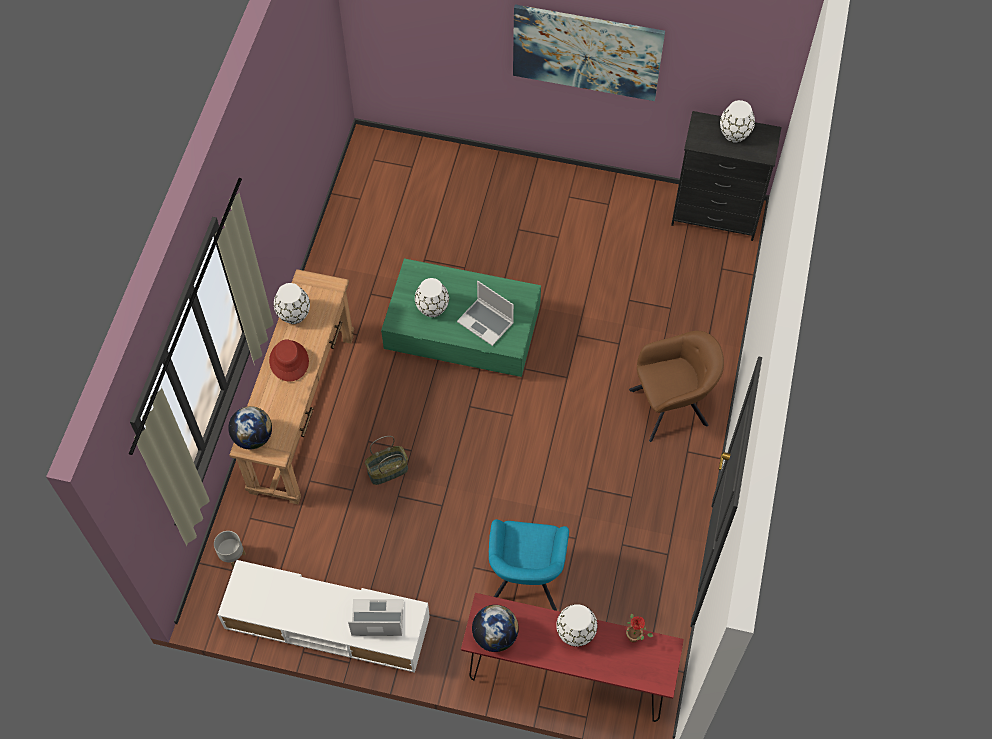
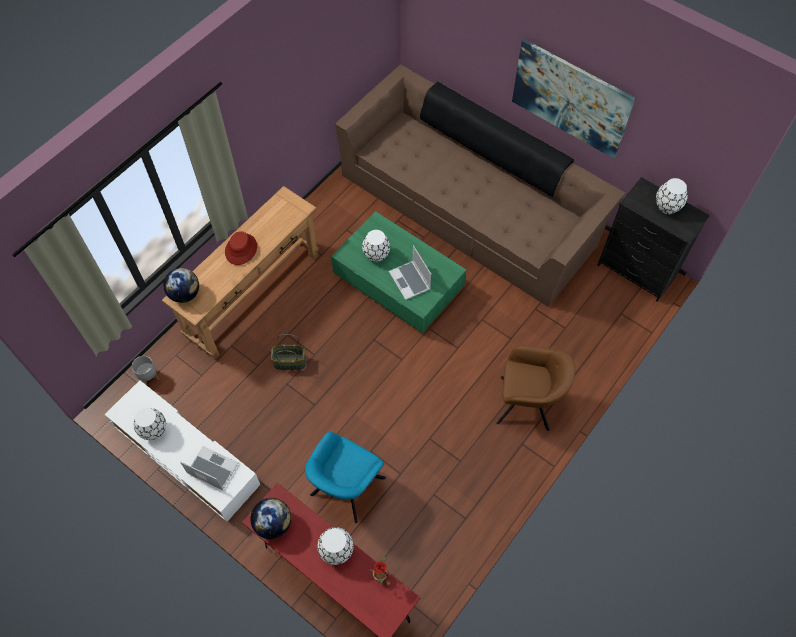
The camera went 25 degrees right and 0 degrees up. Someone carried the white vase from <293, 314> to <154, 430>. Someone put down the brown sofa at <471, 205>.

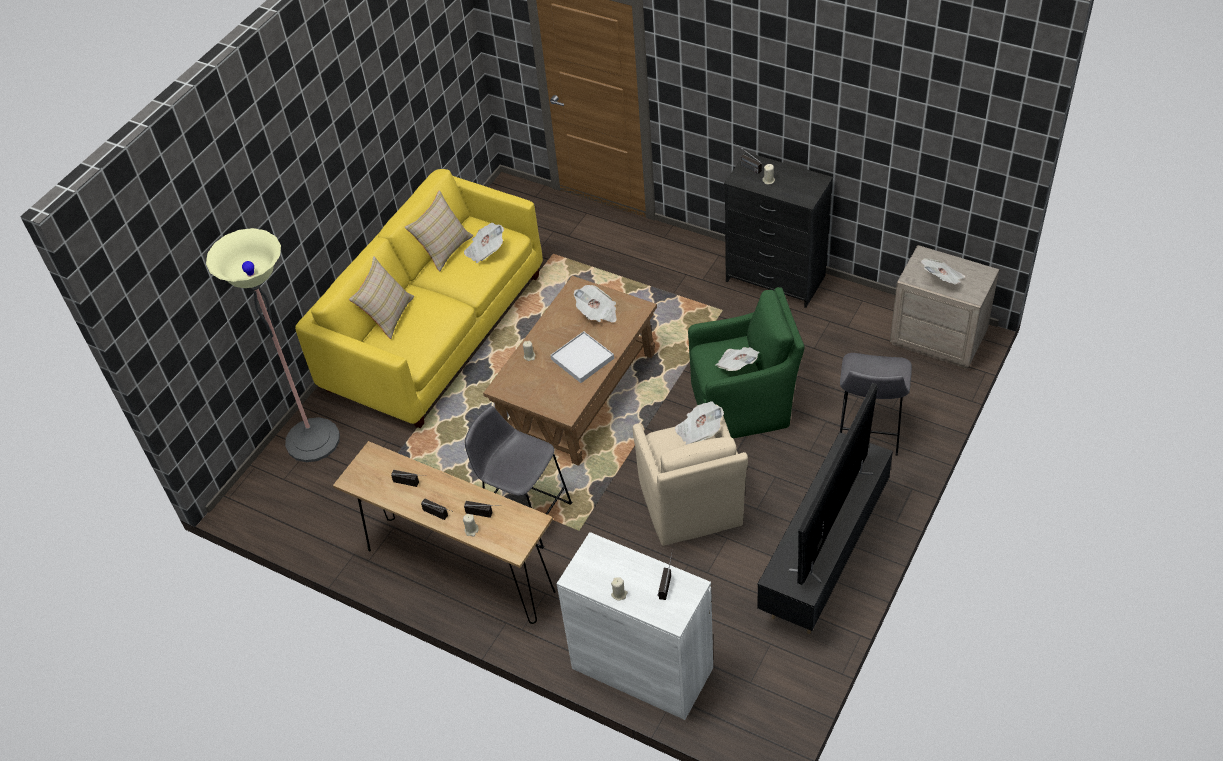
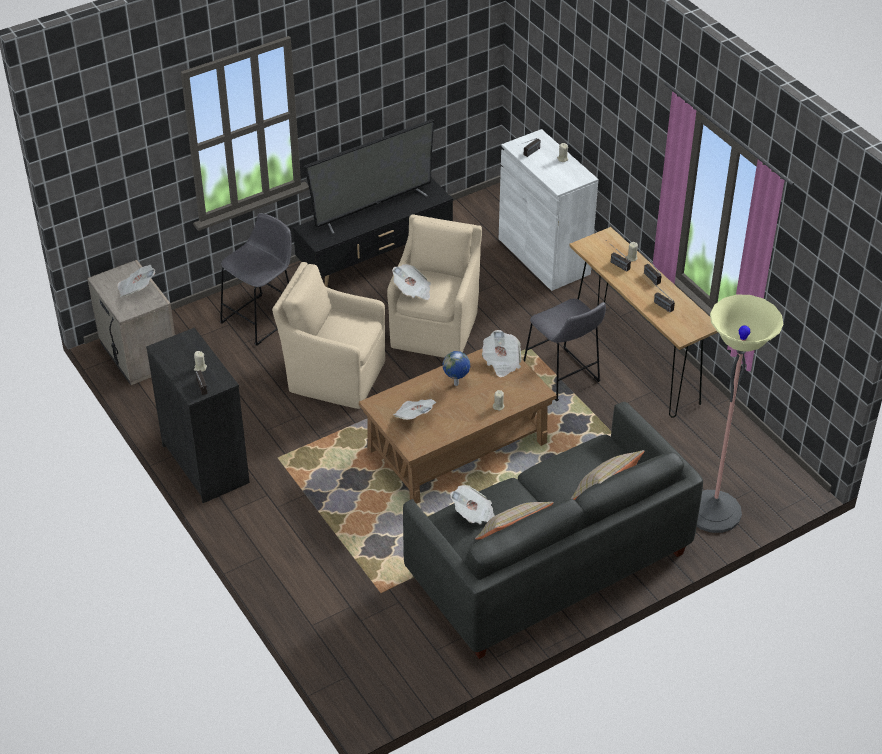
The camera went 155 degrees left and 5 degrees down. Someone repainted the green armchair at <744, 405>, which became the beige armchair at <334, 375>. Someone repainted the yellow sofa at <435, 332>, which became the grey sofa at <548, 564>. Someone swapped the white tray at <582, 359> for the globe at <456, 384>. Someone carried the newspaper from <737, 365> to <501, 362>.

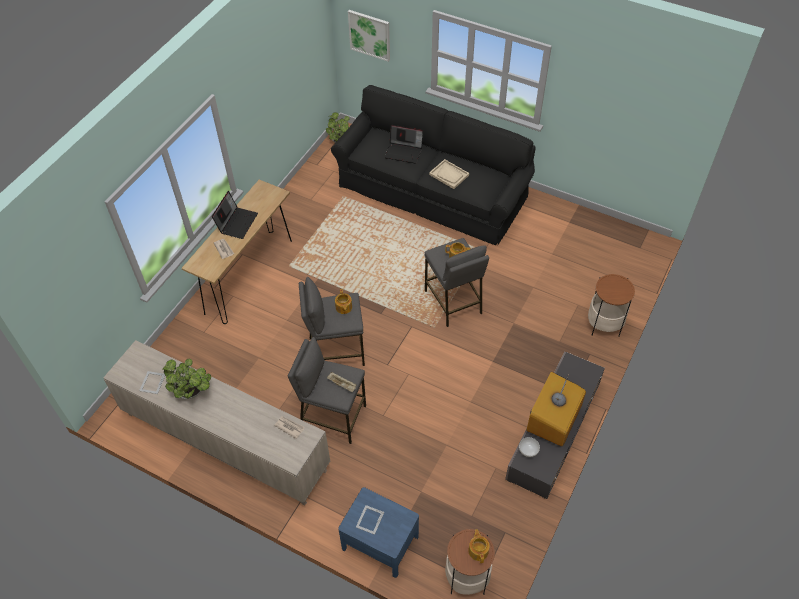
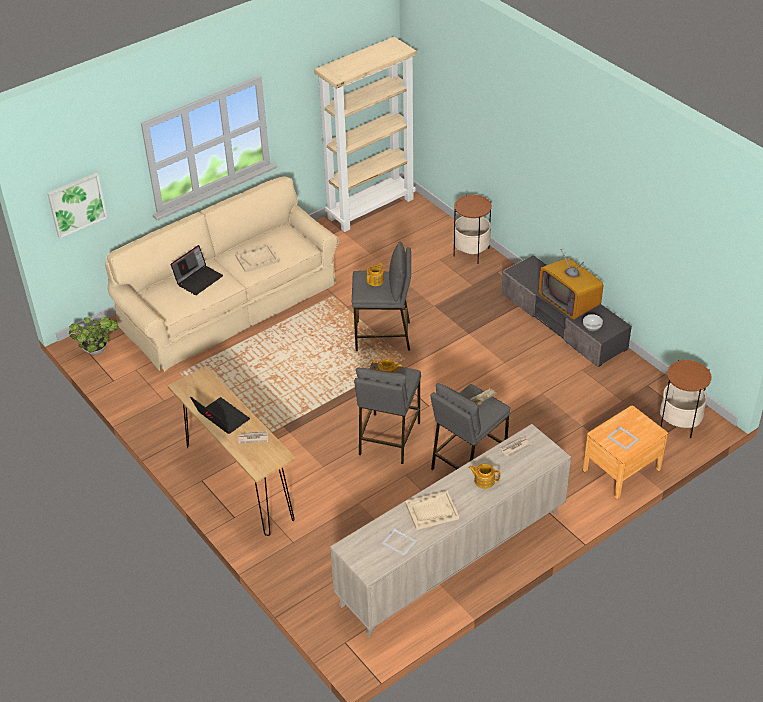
The camera went 65 degrees left and 10 degrees down. Someone repainted the black sofa at <432, 191>, which became the beige sofa at <229, 305>. Someone put down the beige bookcase at <371, 208>. Someone swapped the potted plant at <193, 392> for the beige tray at <431, 511>. Someone carried the teapot from <478, 550> to <484, 480>. Someone repainted the blue nightstand at <380, 542>, which became the brown nightstand at <621, 469>.

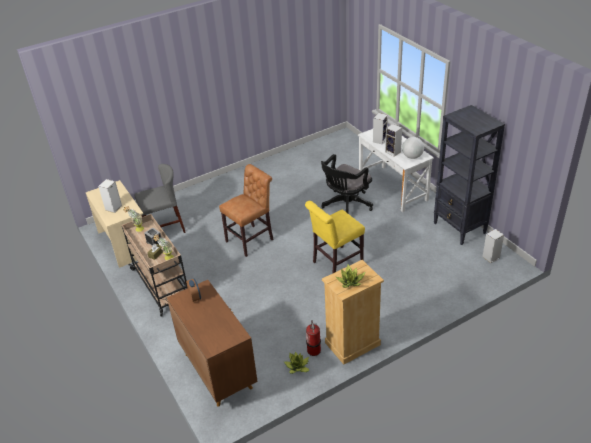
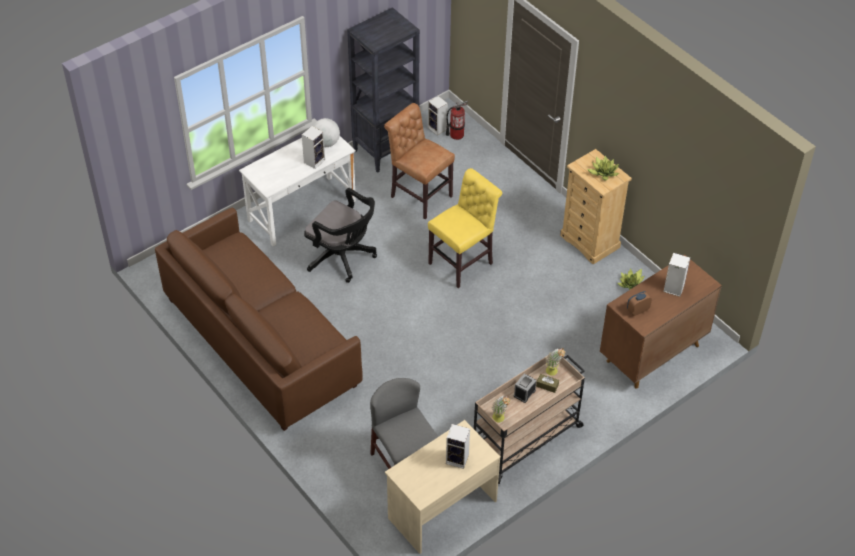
The camera went 100 degrees left and 10 degrees up. Someone put down the brown sofa at <261, 342>. Someone carried the brown chair from <251, 239> to <419, 195>. Someone rotated the yellow chair at <335, 264> by 90 degrees counterclockwise. Someone carried the fire extinguisher from <314, 350> to <456, 135>. Someone carried the speaker from <379, 140> to <672, 288>.

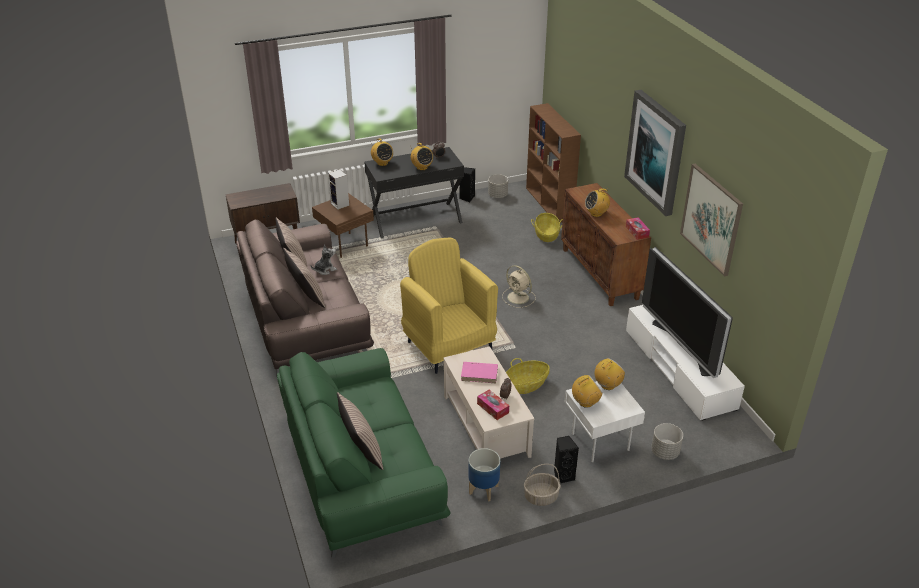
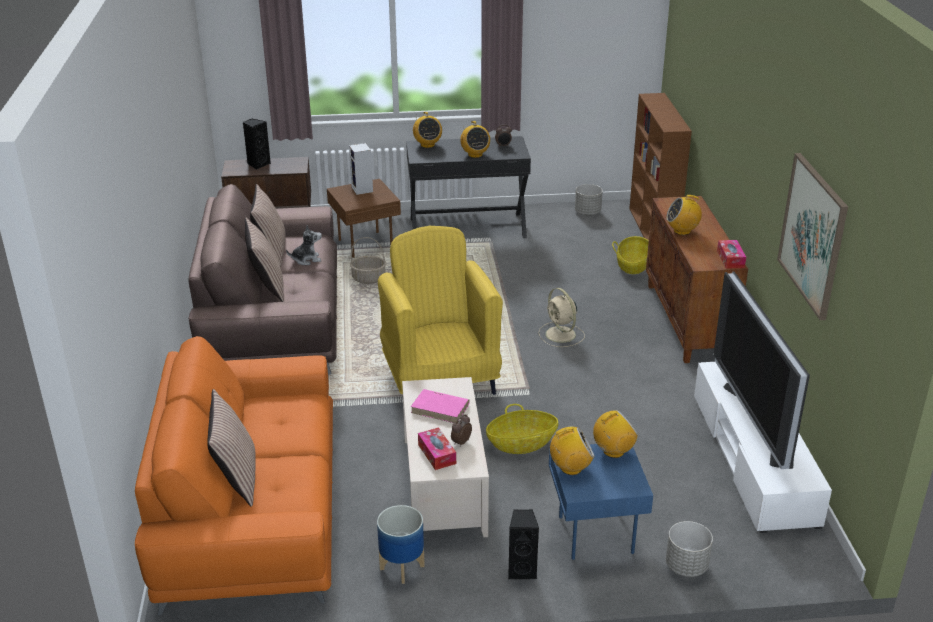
The camera went 15 degrees right and 5 degrees down. Someone repainted the green sofa at <361, 469>, which became the orange sofa at <252, 510>. Someone carried the black speaker from <467, 198> to <258, 164>. Someone carried the basket from <540, 497> to <368, 278>. Someone repainted the white side table at <598, 441>, which became the blue side table at <593, 533>. Someone took away the picture at <656, 152>.

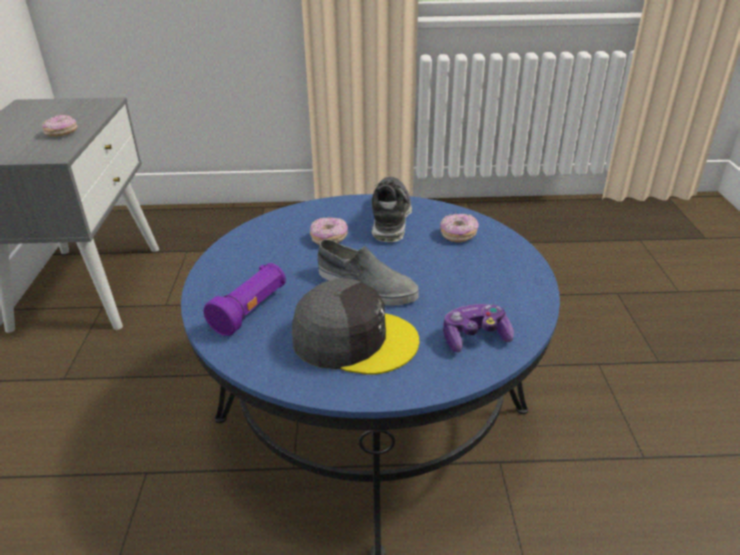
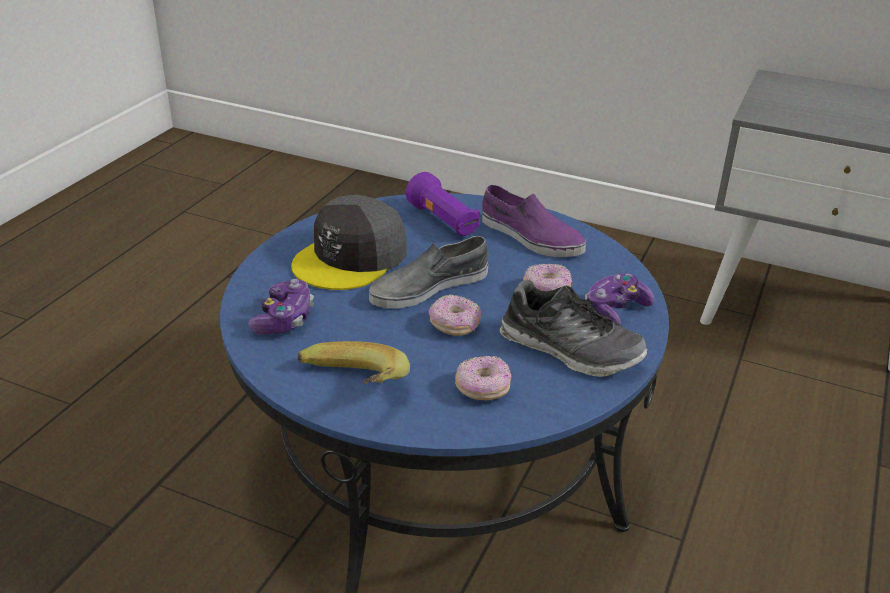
The camera went 115 degrees right and 0 degrees up. Someone put down the banana at <351, 392>. Someone carried the donut from <62, 133> to <454, 325>. Someone put down the purple shoe at <530, 237>. Someone put down the game controller at <615, 311>.

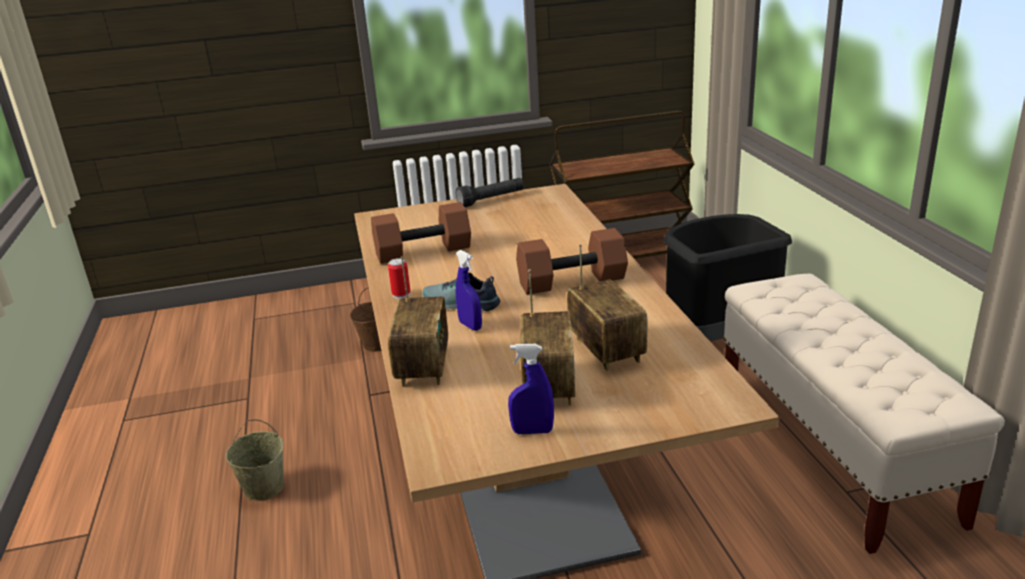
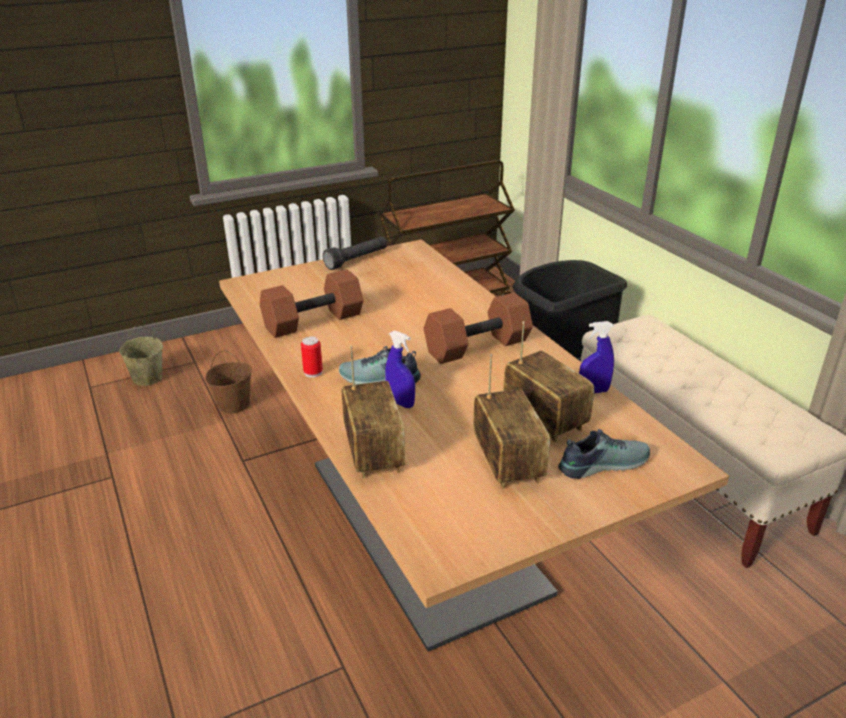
The camera went 15 degrees left and 5 degrees up. Someone carried the beige bucket from <263, 487> to <147, 377>. Someone put down the shoe at <601, 463>. Someone carried the blue spray bottle from <532, 431> to <593, 391>.

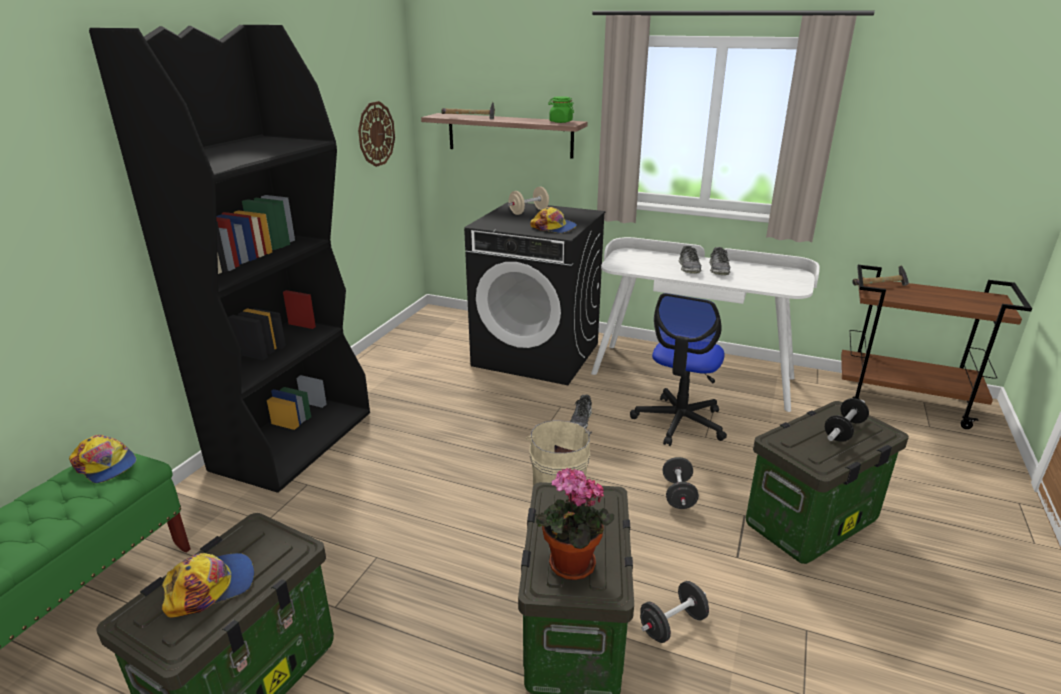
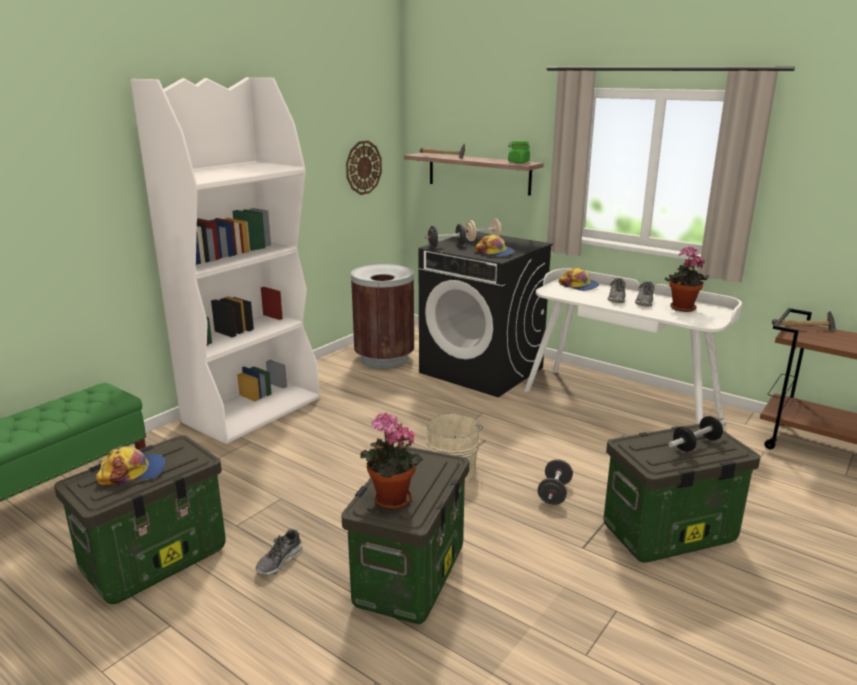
The camera went 15 degrees right and 5 degrees down. Someone repainted the black bookcase at <294, 440>, which became the white bookcase at <253, 409>. Someone carried the shoe from <581, 420> to <279, 561>. Someone put down the brown trash can at <384, 358>. Someone carried the black dumbbell from <672, 625> to <446, 246>. Someone carried the cap from <105, 465> to <579, 286>. Someone put down the potted plant at <682, 309>. Someone took away the office chair at <679, 422>.

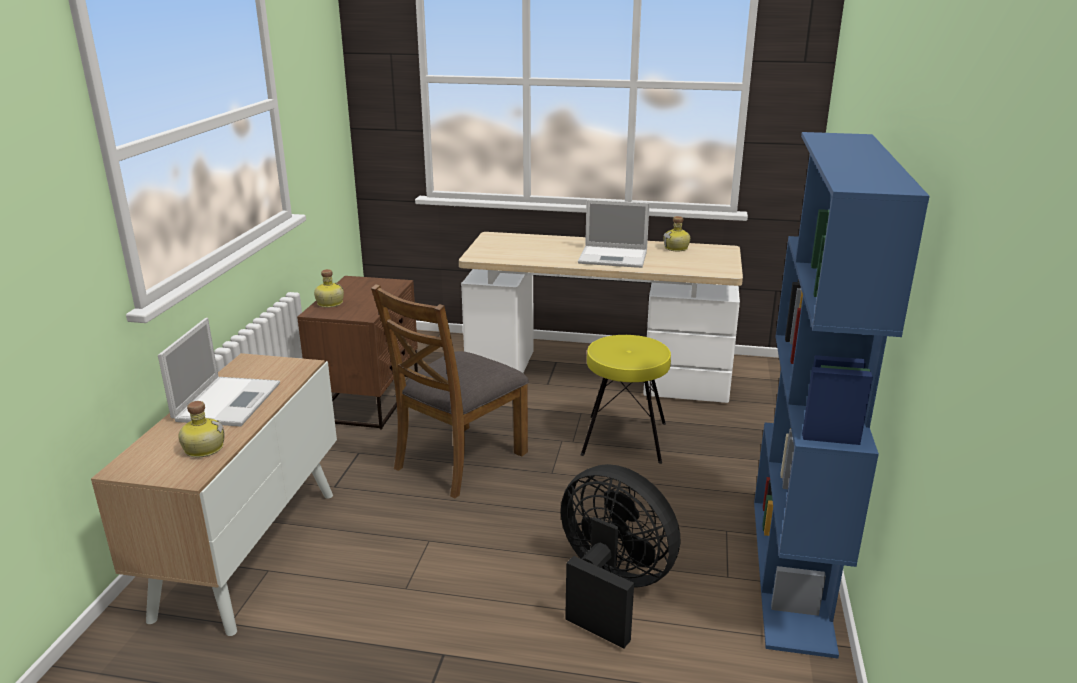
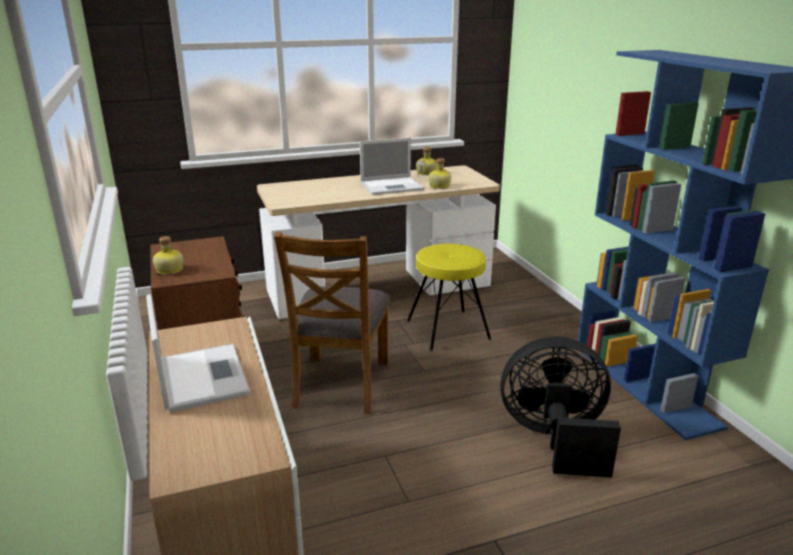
The camera went 30 degrees left and 0 degrees up. Someone carried the bottle from <203, 448> to <438, 186>.

